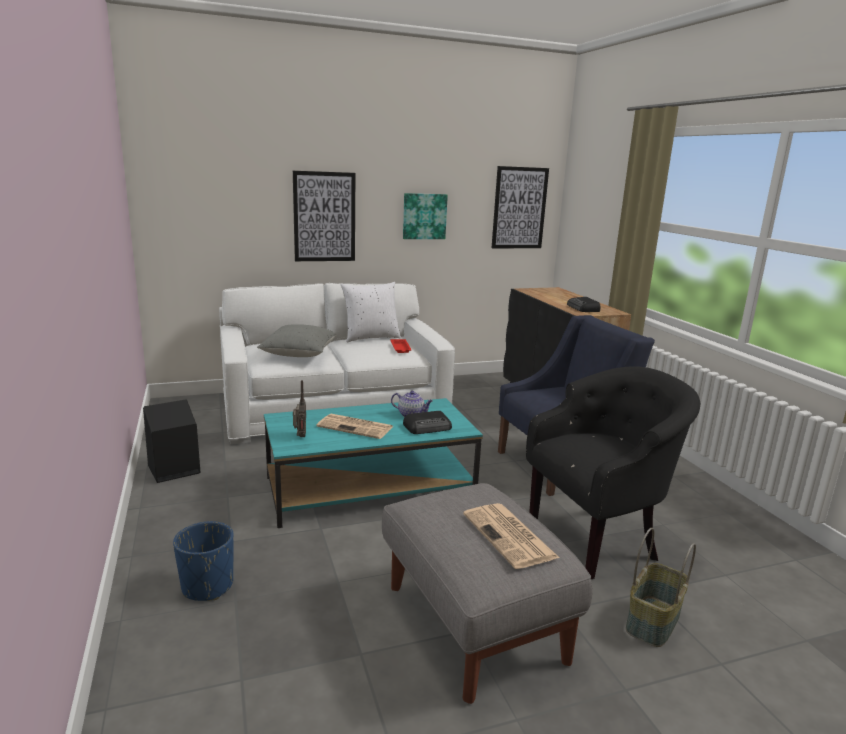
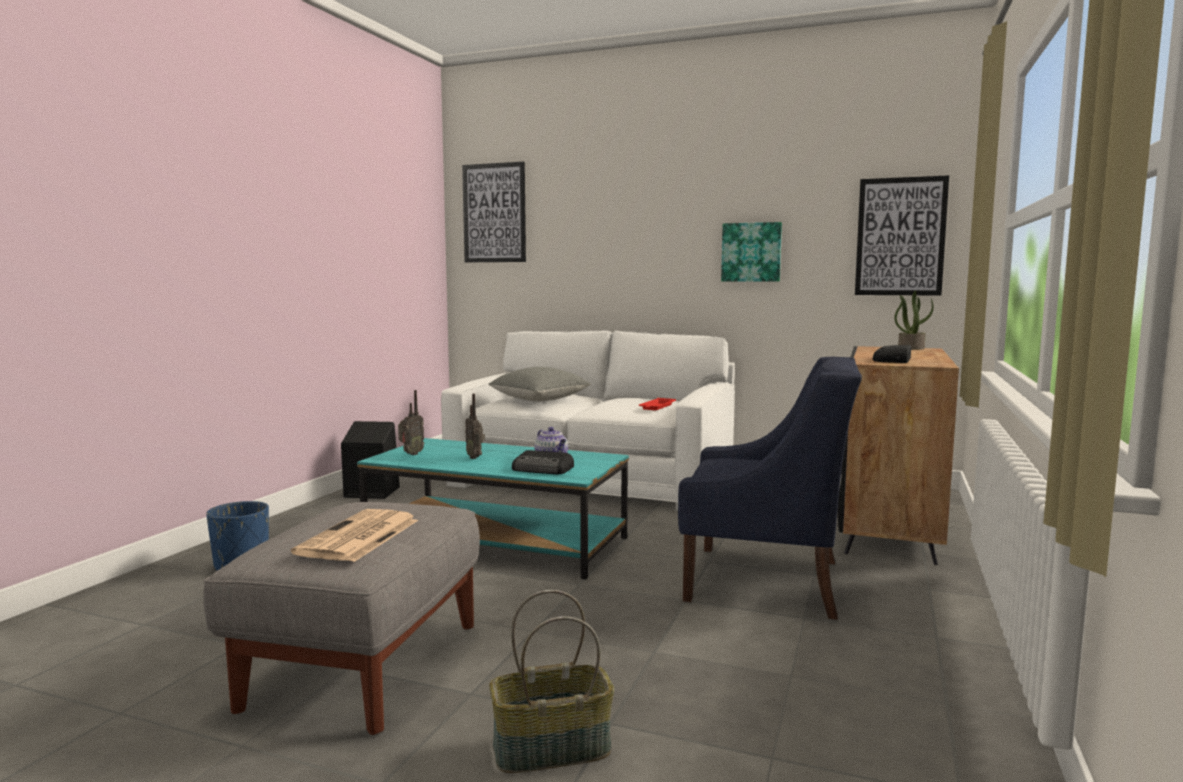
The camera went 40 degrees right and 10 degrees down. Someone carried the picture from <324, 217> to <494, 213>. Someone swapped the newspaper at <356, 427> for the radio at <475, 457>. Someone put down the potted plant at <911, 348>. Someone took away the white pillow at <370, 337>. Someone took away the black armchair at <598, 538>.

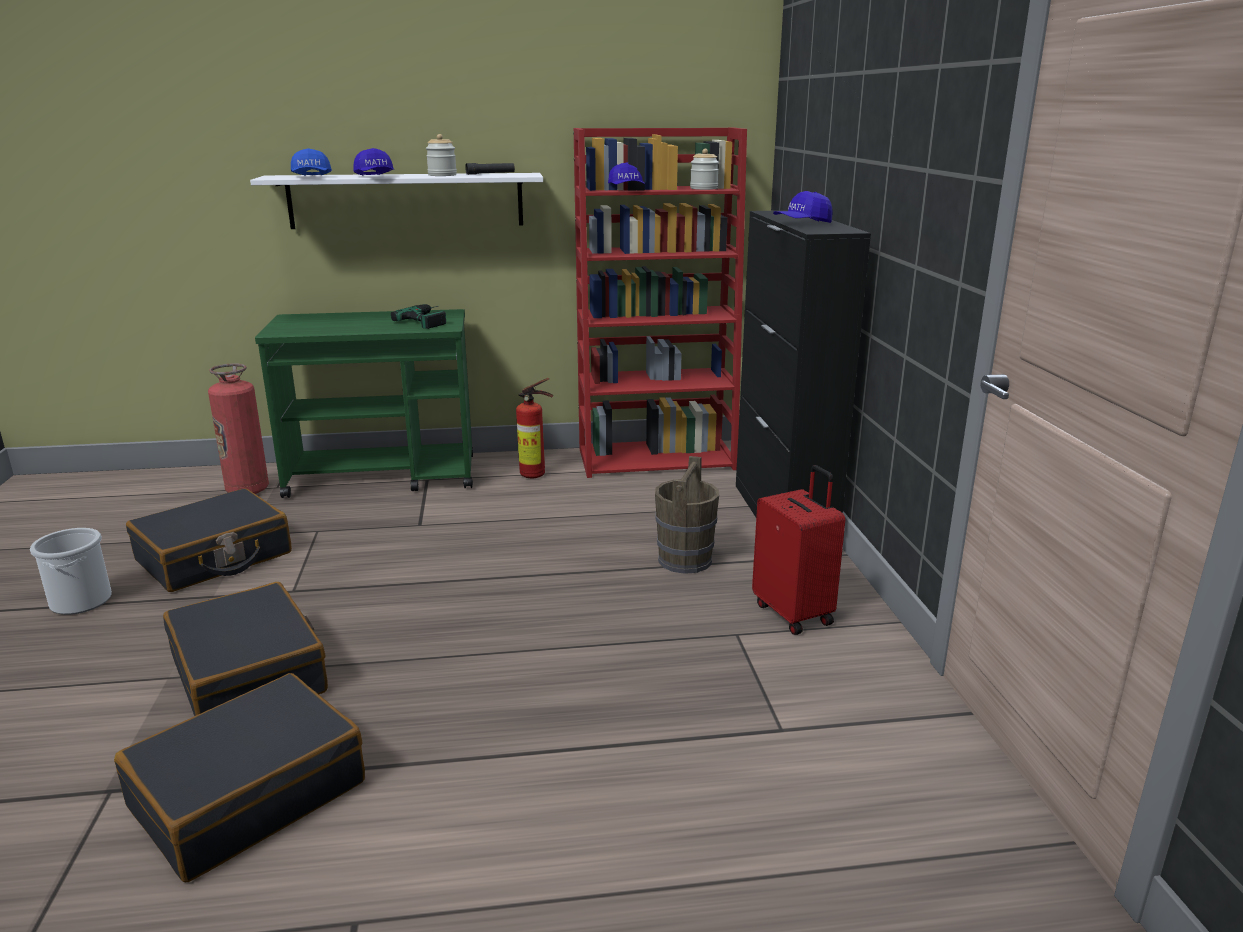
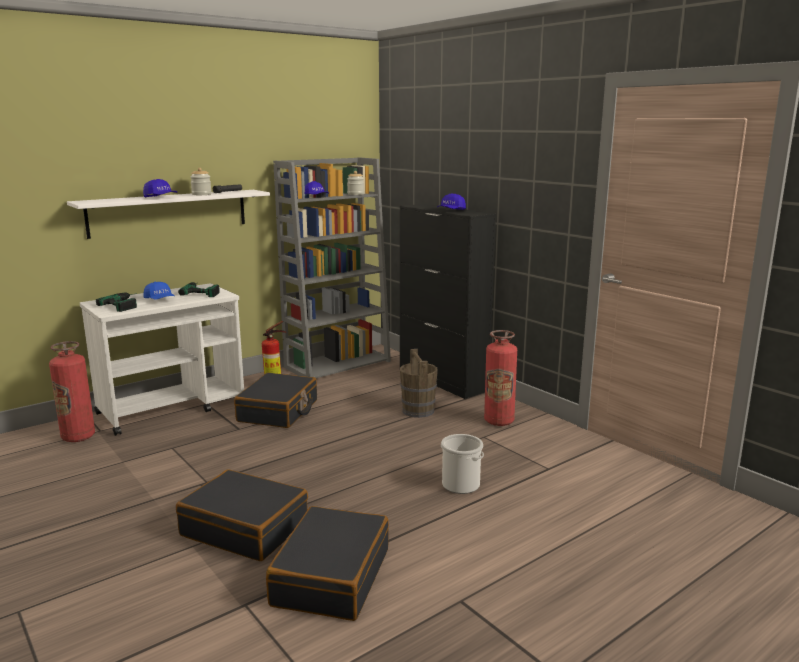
The camera went 30 degrees left and 5 degrees down. Someone repainted the green cart at <384, 476>, which became the white cart at <173, 408>. Someone put down the power drill at <127, 304>. Someone carried the blue cap from <311, 177> to <160, 300>. Someone carried the black suitcase from <214, 557> to <278, 411>. Someone repainted the red bookcase at <657, 458>, which became the grey bookcase at <338, 364>. Someone carried the bucket from <81, 601> to <461, 485>. Someone swapped the red suitcase at <794, 613> for the fire extinguisher at <499, 421>.

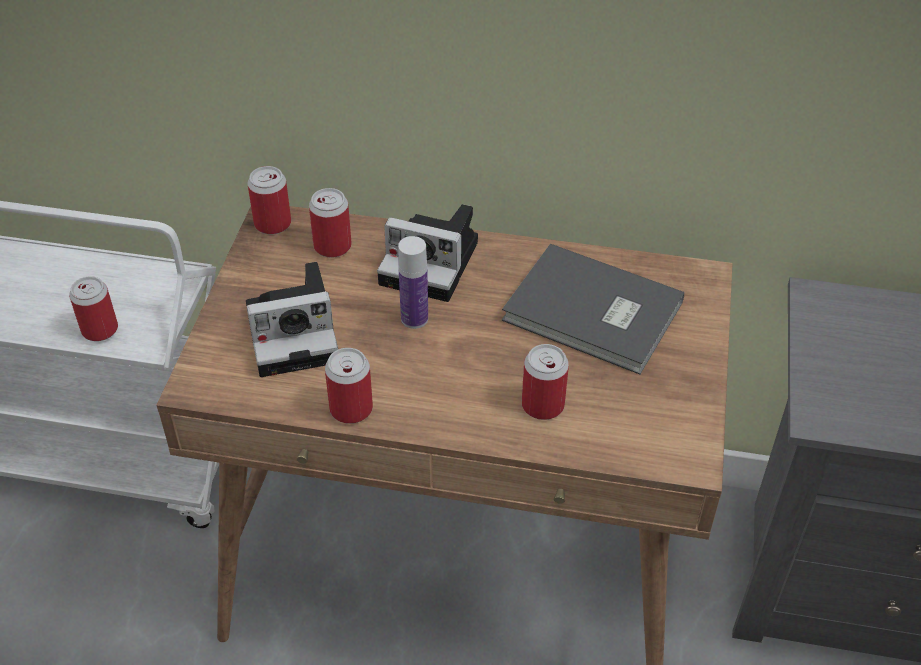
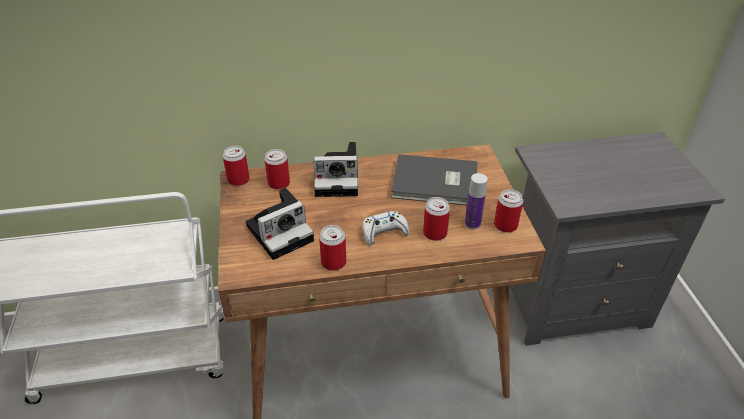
The camera went 20 degrees left and 5 degrees down. Someone put down the white game controller at <384, 232>. Someone carried the bottle from <414, 318> to <472, 223>. Someone carried the can from <100, 329> to <505, 225>.

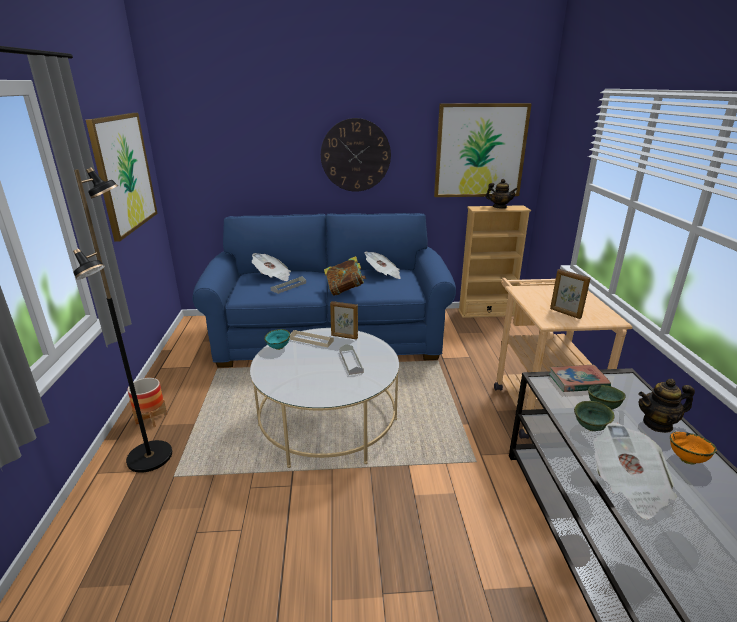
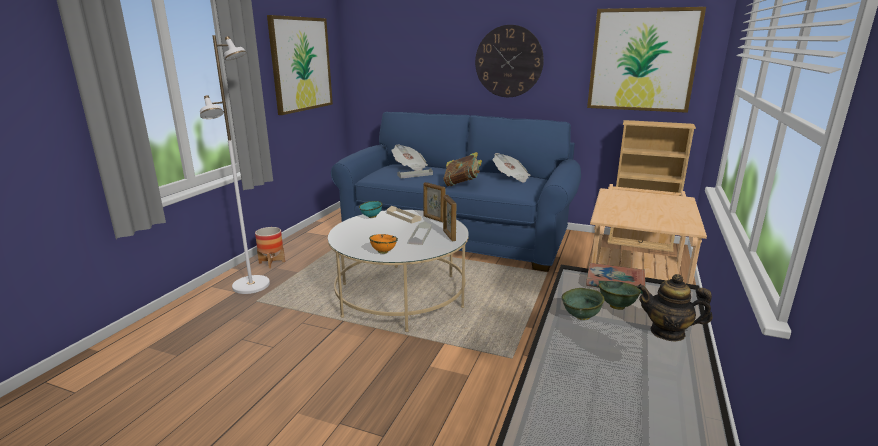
The camera went 25 degrees right and 5 degrees down. Someone repainted the black floor lamp at <151, 457>, which became the white floor lamp at <252, 285>. Someone carried the orange bowl from <686, 459> to <383, 252>. Someone carried the picture frame from <565, 313> to <449, 236>. Someone took away the teapot at <499, 207>. Someone took away the newspaper at <629, 485>.

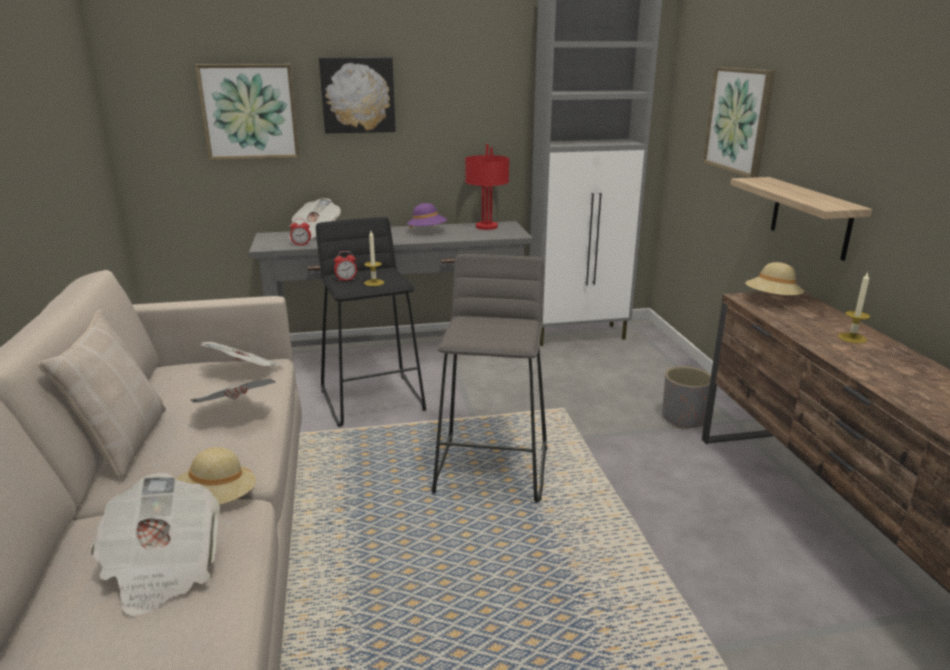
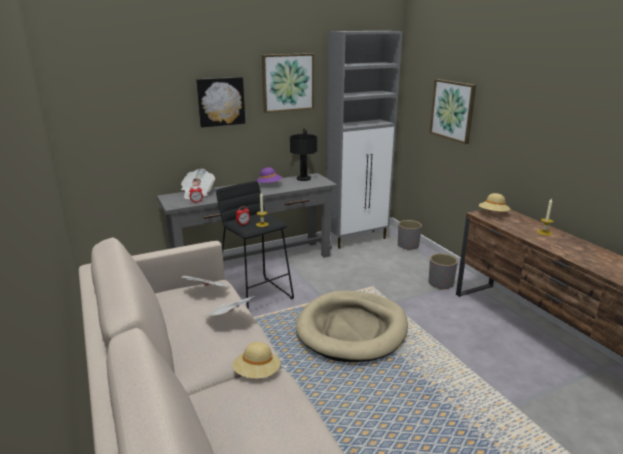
The camera went 15 degrees left and 0 degrees up. Someone carried the picture from <249, 112> to <288, 82>. Someone repainted the red table lamp at <486, 227>, which became the black table lamp at <303, 178>. Someone swapped the grey stool at <492, 469> for the beige dog bed at <352, 329>. Someone put down the grey planter at <408, 246>. Someone took away the beige pillow at <123, 442>. Someone took away the newspaper at <162, 568>. Someone took away the shelf at <810, 218>.

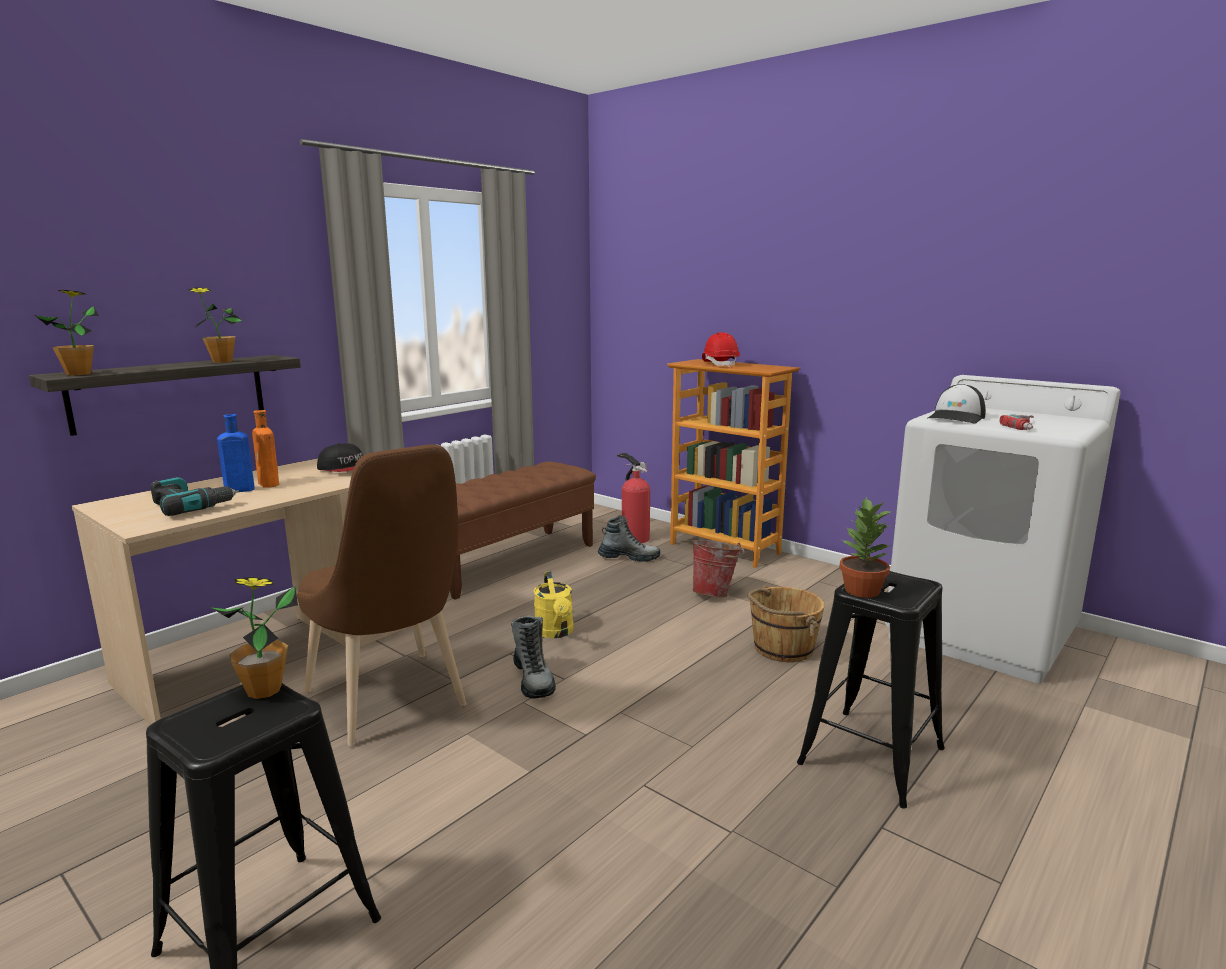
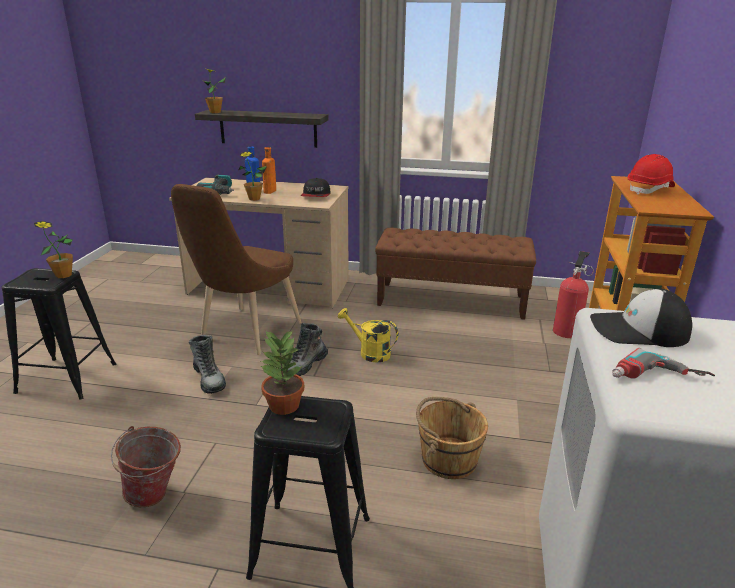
The camera went 60 degrees right and 10 degrees up. Someone carried the bucket from <715, 593> to <155, 496>. Someone carried the boot from <629, 558> to <209, 379>. Someone carried the potted plant from <222, 361> to <254, 199>. Someone rotated the yellow watering can at <556, 632> by 75 degrees clockwise.

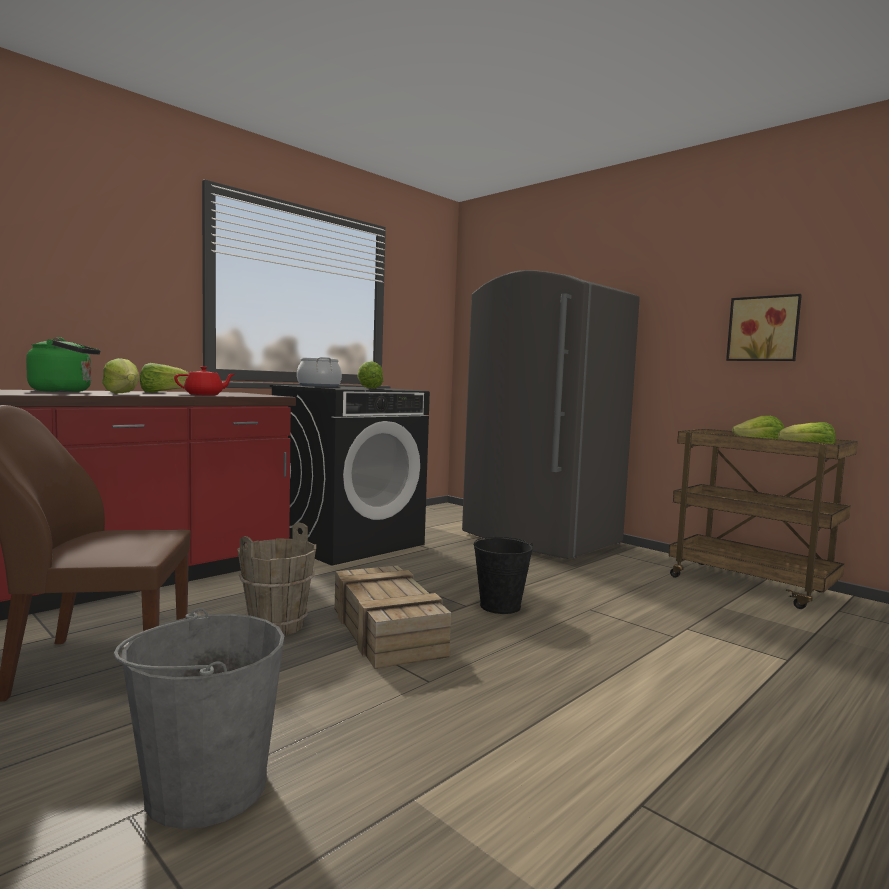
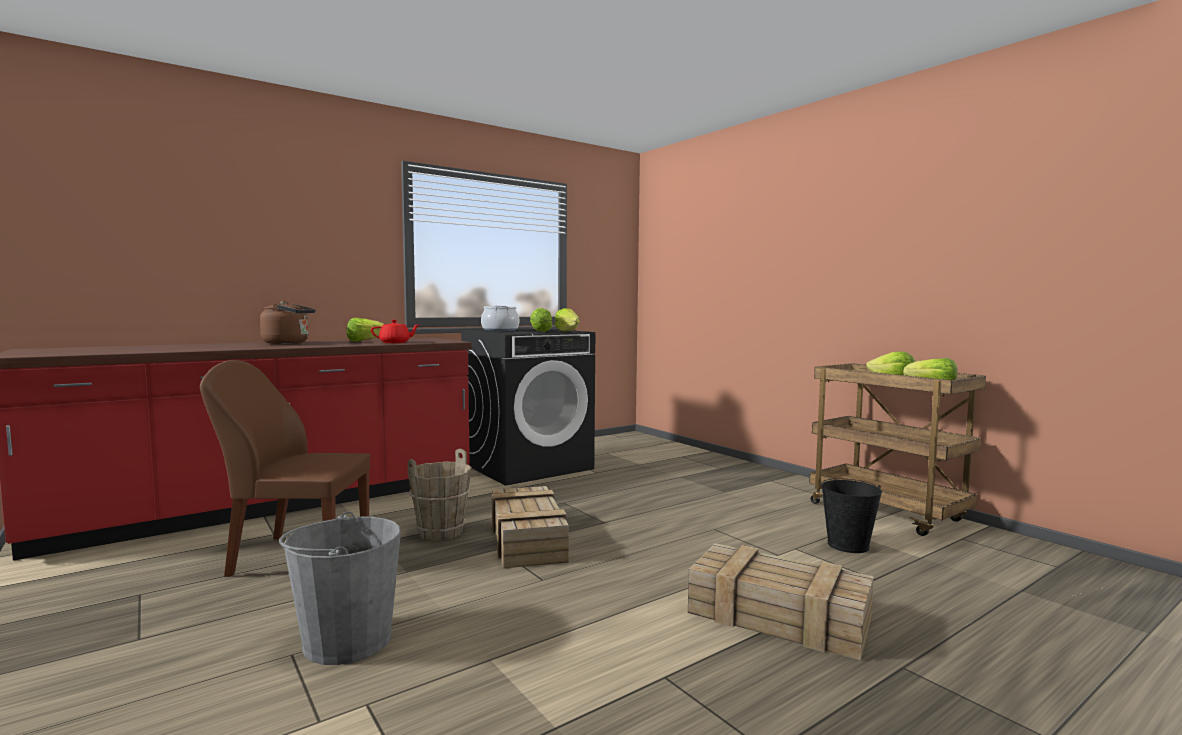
The camera went 10 degrees right and 0 degrees up. Someone repainted the green kettle at <65, 391>, which became the brown kettle at <289, 343>. Someone carried the lettuce from <122, 393> to <567, 331>. Someone put down the crate at <781, 617>. Someone carried the black bucket from <500, 606> to <848, 545>. Someone took away the grey fridge at <540, 539>. Someone took away the picture at <764, 329>.

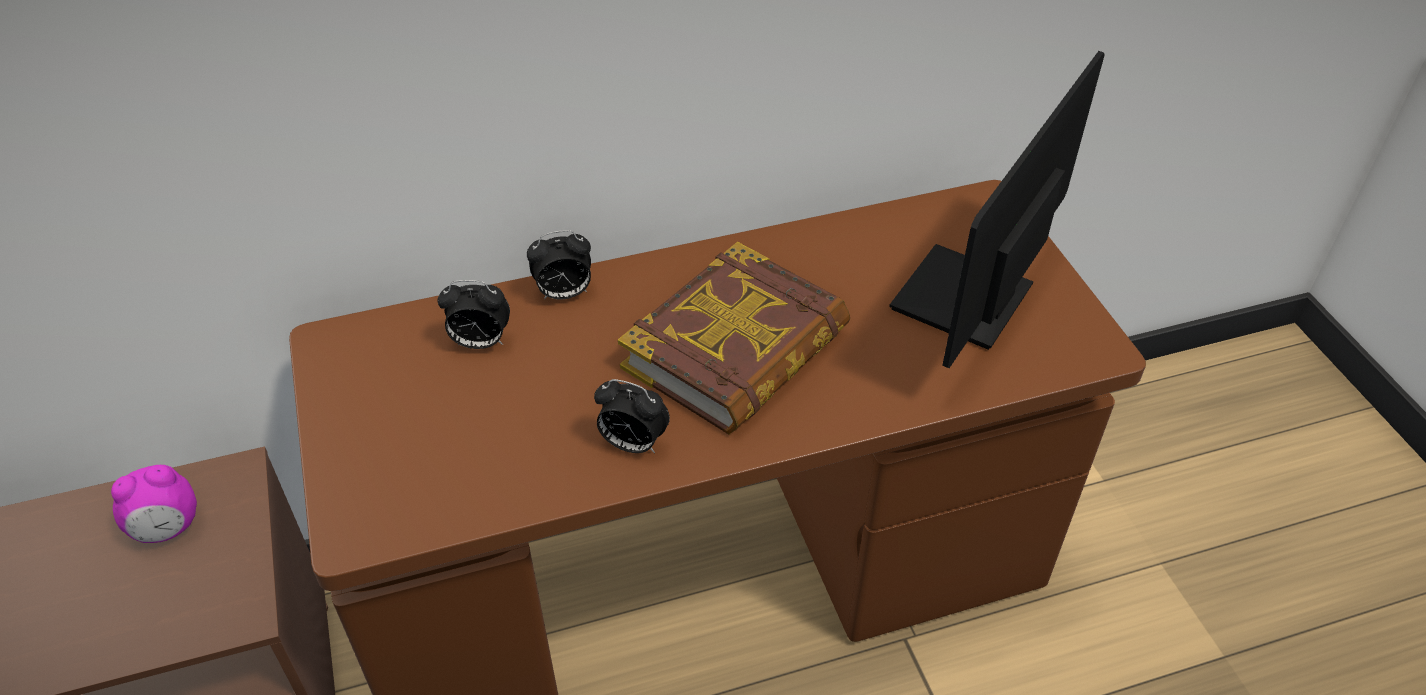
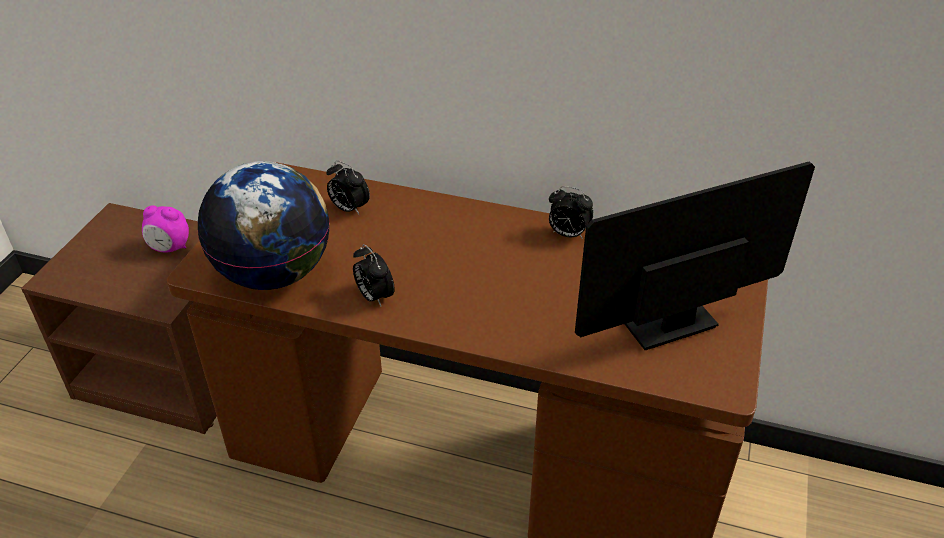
The camera went 35 degrees right and 5 degrees down. Someone put down the globe at <274, 273>. Someone carried the alarm clock from <564, 294> to <567, 234>. Someone took away the book at <736, 350>.

